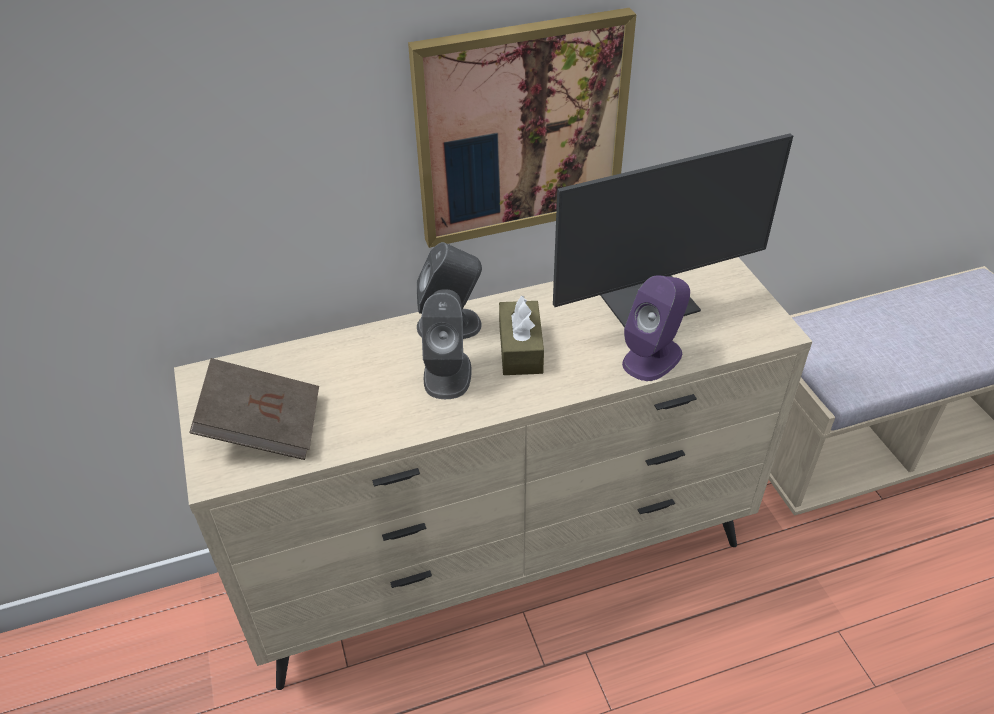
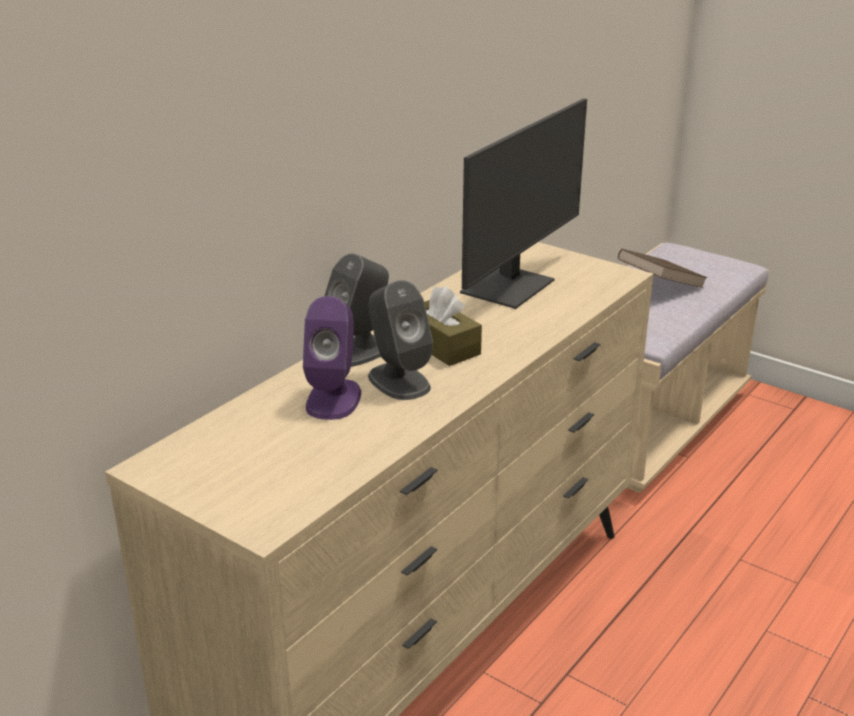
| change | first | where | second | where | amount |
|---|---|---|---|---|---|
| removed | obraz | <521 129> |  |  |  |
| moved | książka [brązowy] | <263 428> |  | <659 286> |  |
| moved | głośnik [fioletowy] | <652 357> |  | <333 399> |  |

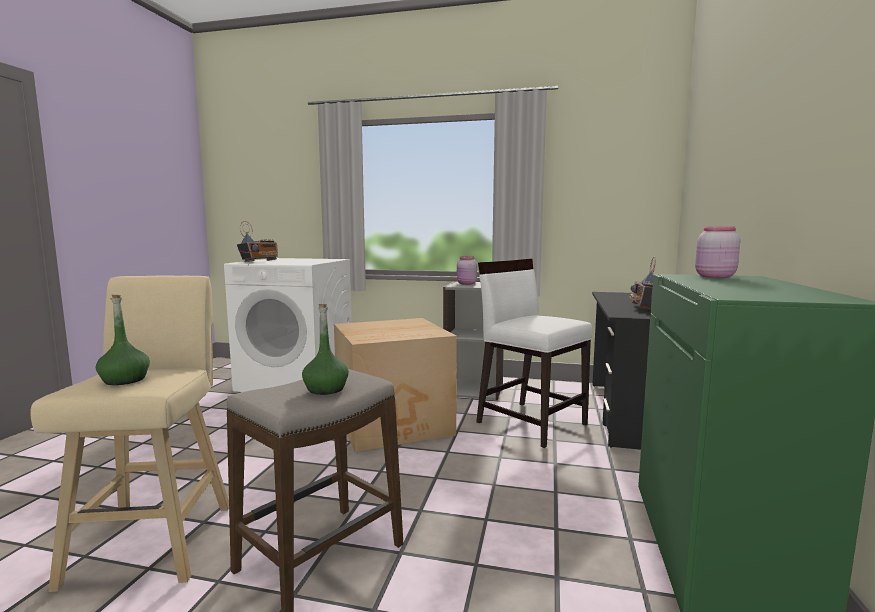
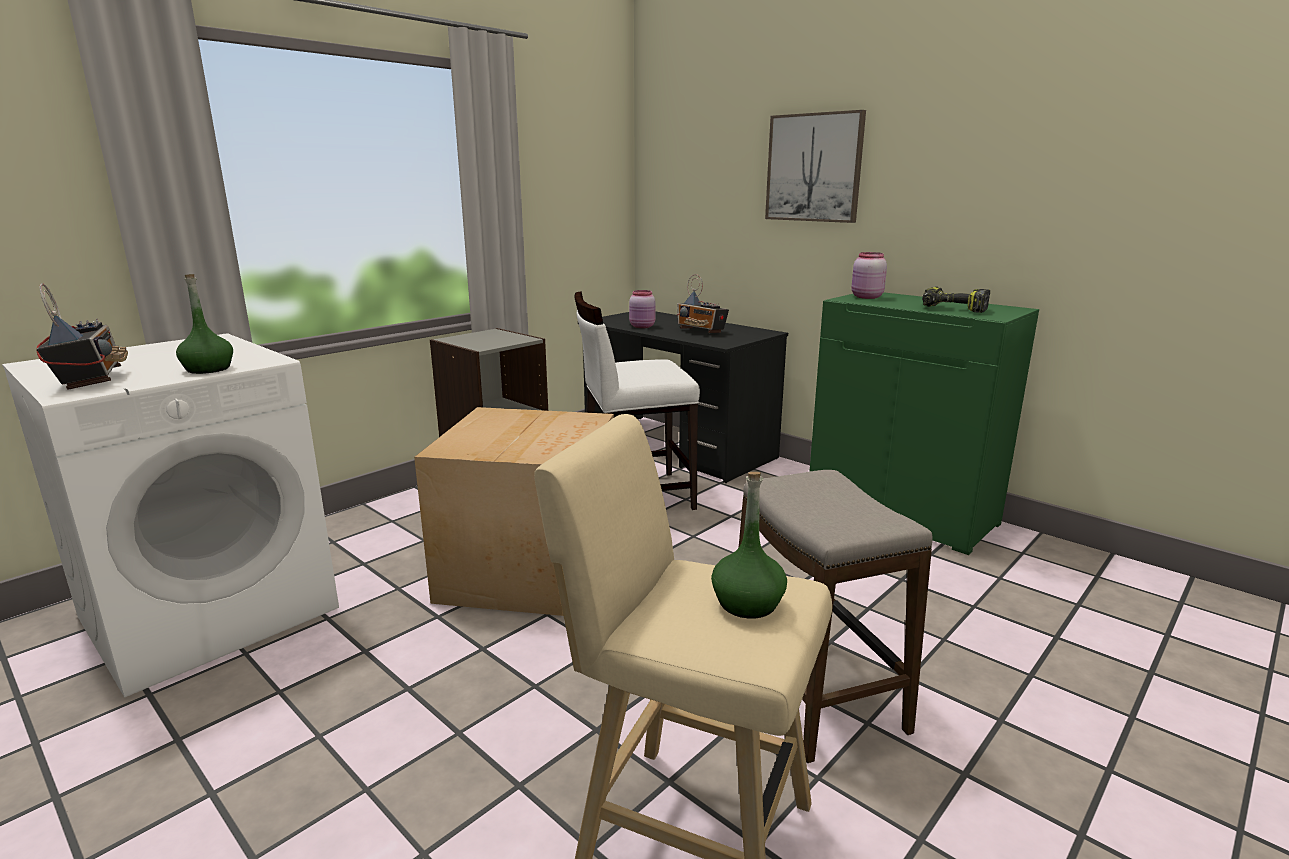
| change | first | where | second | where | amount |
|---|---|---|---|---|---|
| added |  |  | obraz | <814 168> |  |
| added |  |  | wiertarka | <952 309> |  |
| moved | butelka [zielony] | <326 389> |  | <208 369> |  |
| moved | słoik [różowy] | <466 284> |  | <642 326> |  |

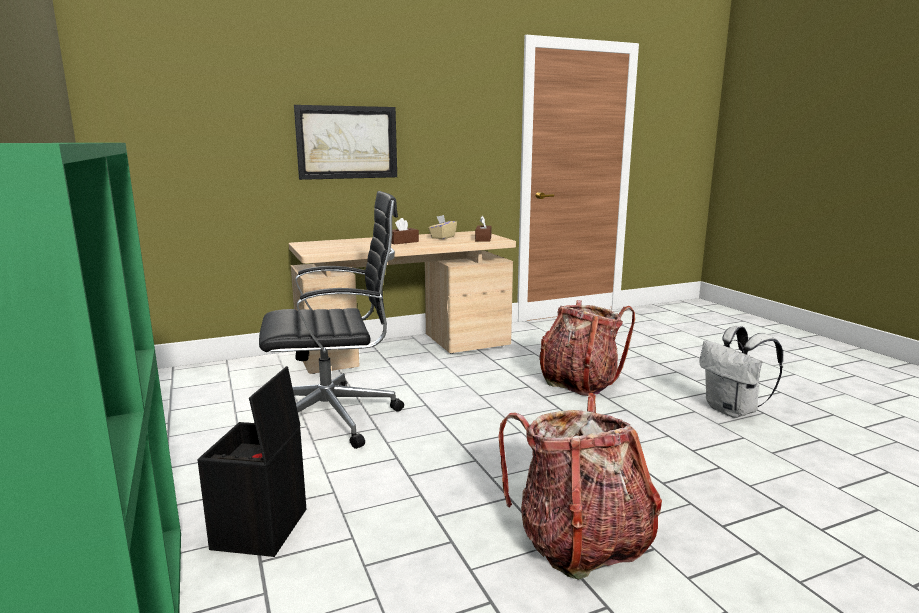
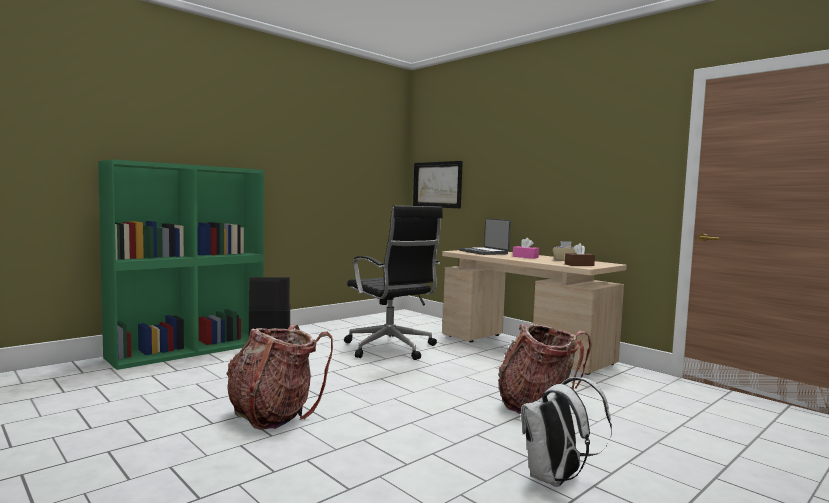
| change | first | where | second | where | amount |
|---|---|---|---|---|---|
| added |  |  | laptop | <484 252> |  |
| moved | obraz | <347 142> |  | <437 184> |  |
| recoloured | pudełko chusteczek [brązowy] | <403 242> | pudełko chusteczek [różowy] | <525 257> |  |

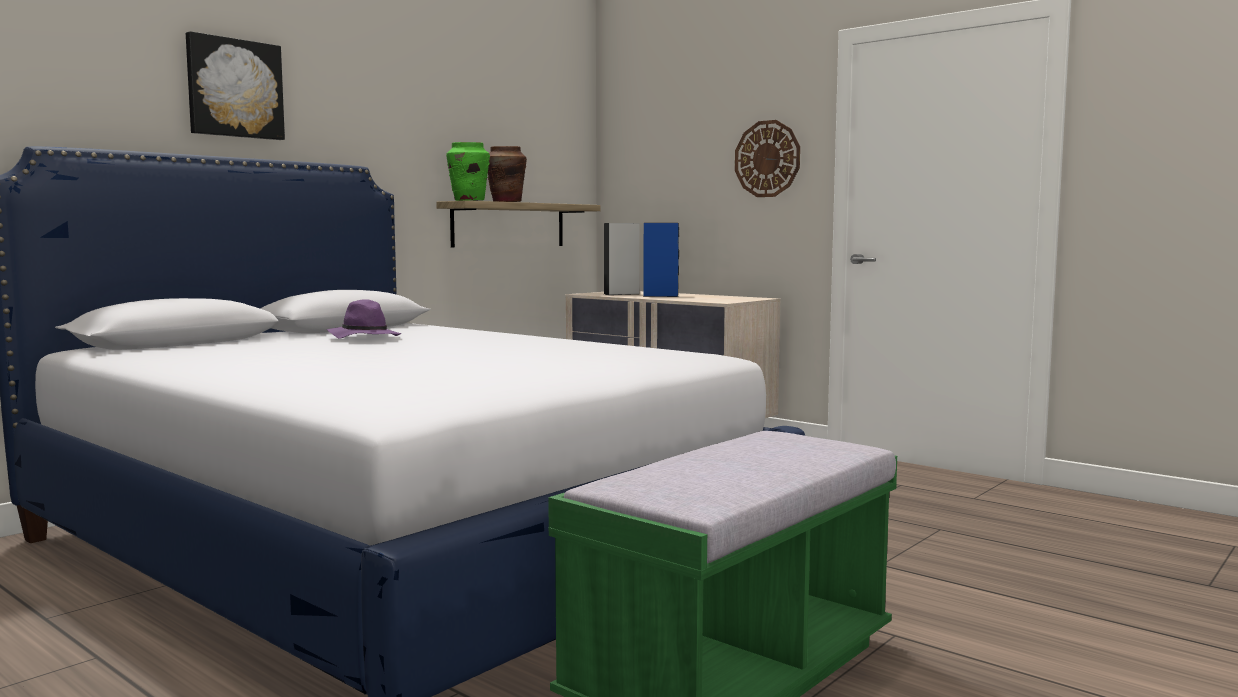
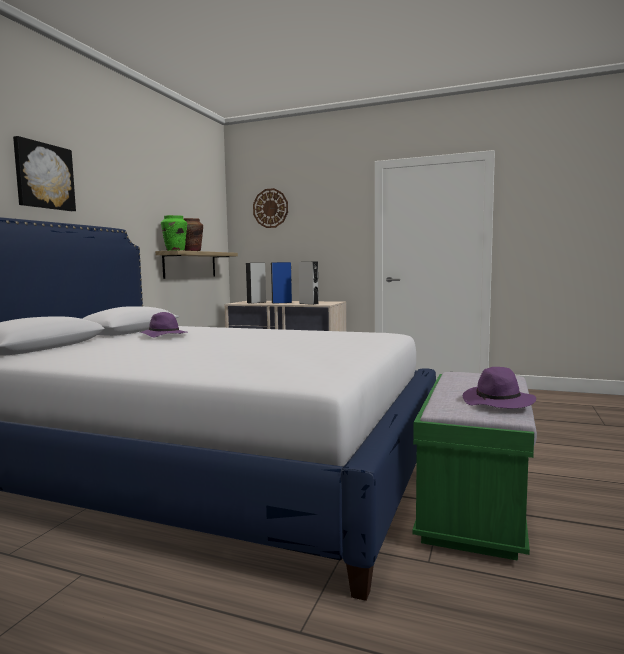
| change | first | where | second | where | amount |
|---|---|---|---|---|---|
| added |  |  | głośnik [szary] | <308 303> |  |
| added |  |  | kapelusz [fioletowy] | <498 402> |  |
| moved | zegar ścienny | <767 159> |  | <270 208> |  |

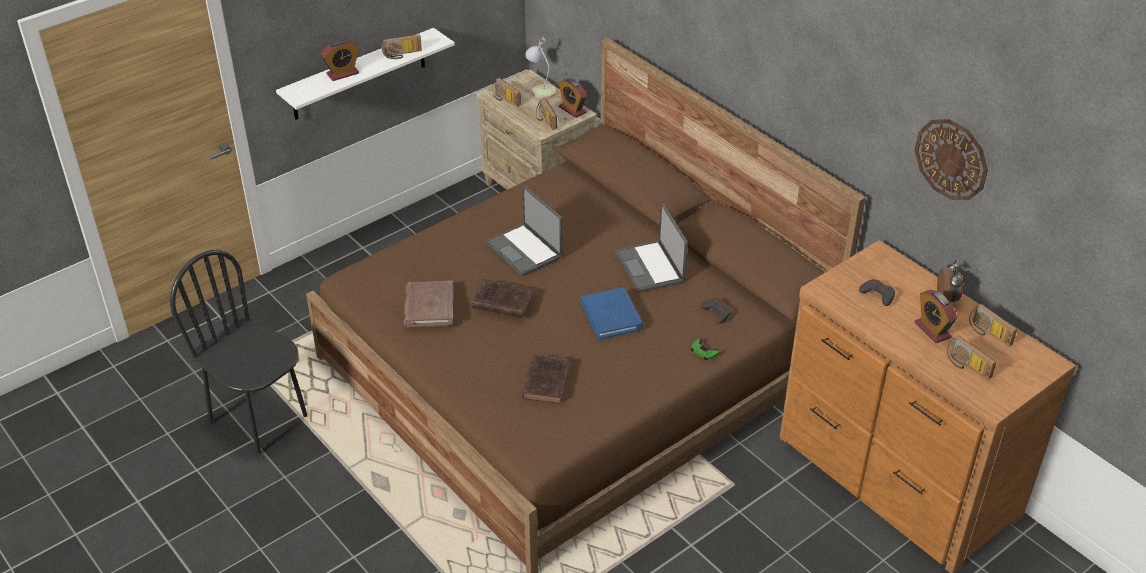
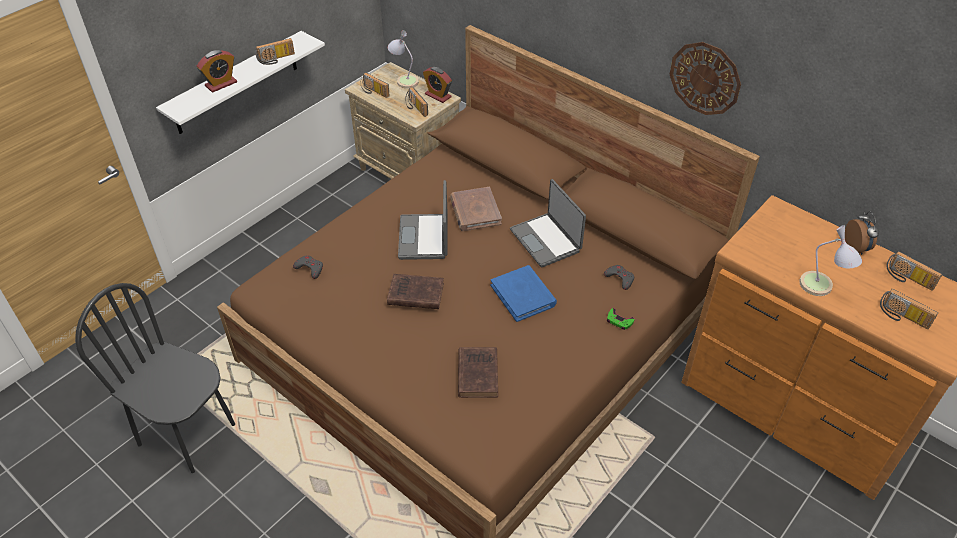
| change | first | where | second | where | amount |
|---|---|---|---|---|---|
| removed | budzik | <932 330> |  |  |  |
| added |  |  | lampa stołowa | <822 288> |  |
| moved | książka [brązowy] | <429 307> |  | <475 211> |  |
| moved | pad do gier [szary] | <878 294> |  | <310 268> |  |
| moved | zegar ścienny | <951 159> |  | <705 78> |  |
| turned | laptop | <525 250> |  | <425 238> | 45 degrees clockwise |

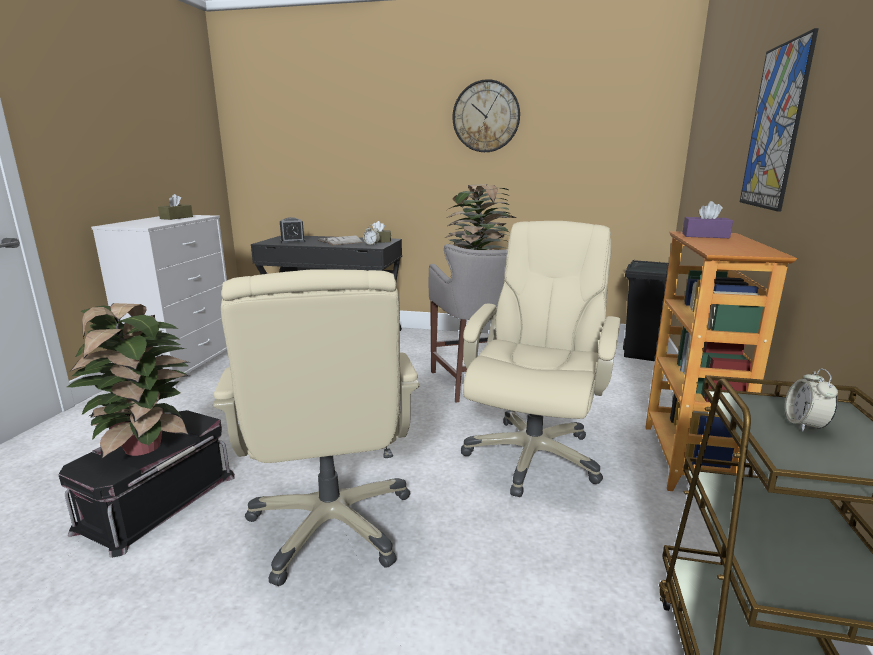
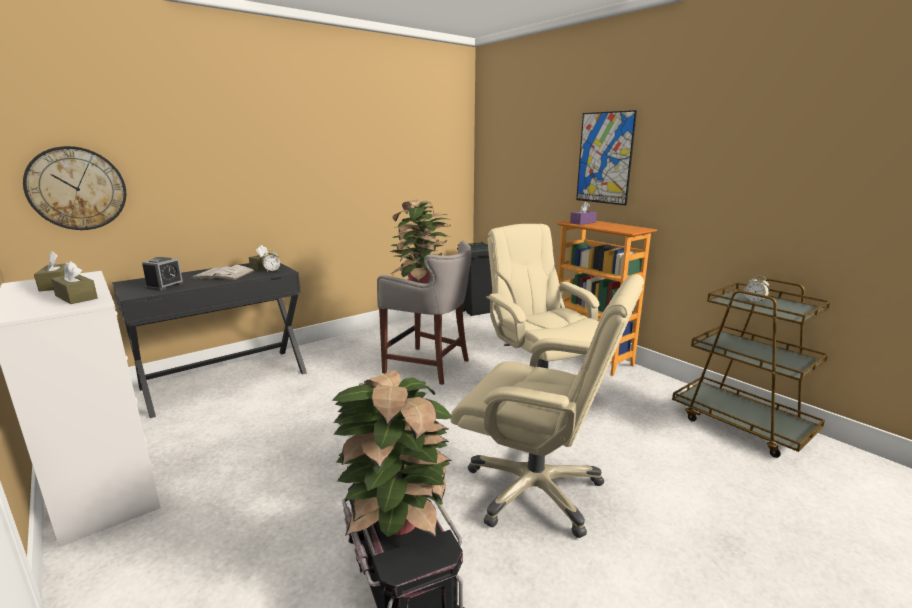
| change | first | where | second | where | amount |
|---|---|---|---|---|---|
| added |  |  | pudełko chusteczek [brązowy] | <76 297> |  |
| moved | zegar ścienny | <486 116> |  | <77 188> |  |

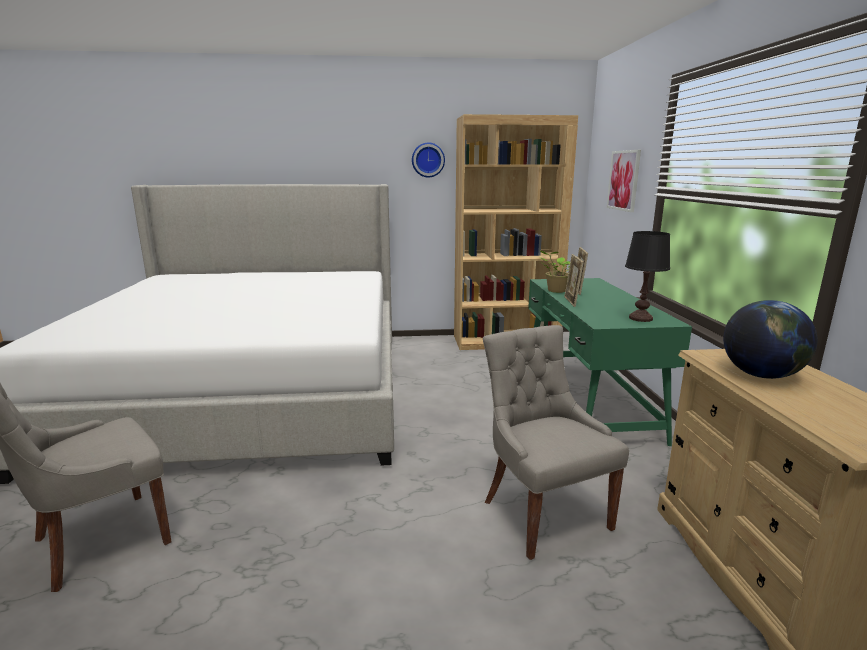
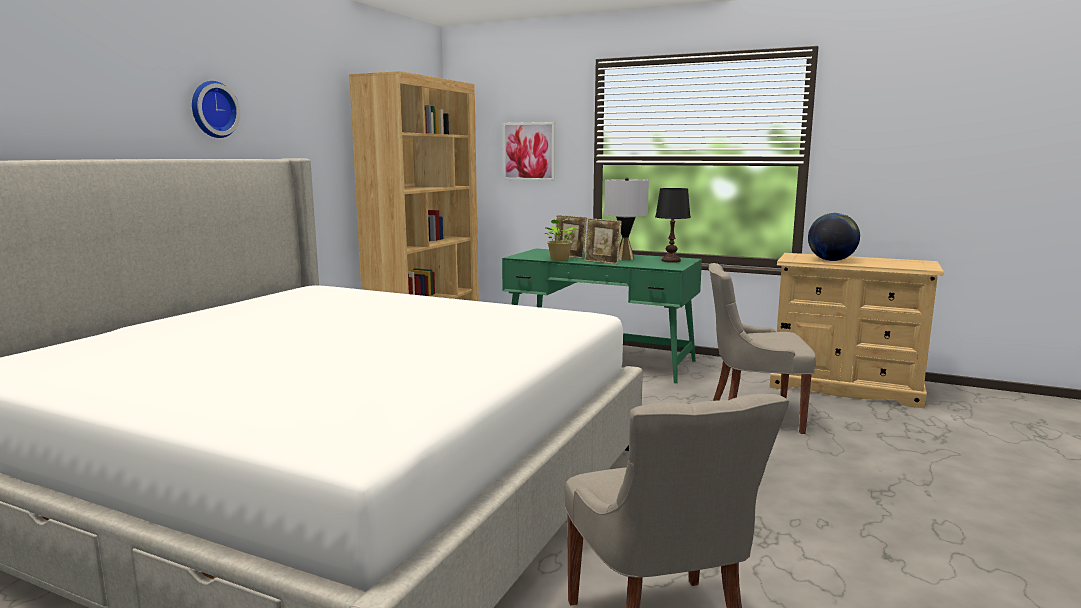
| change | first | where | second | where | amount |
|---|---|---|---|---|---|
| added |  |  | lampa stołowa [szary] | <624 258> |  |
| moved | zegar ścienny | <428 160> |  | <212 109> |  |

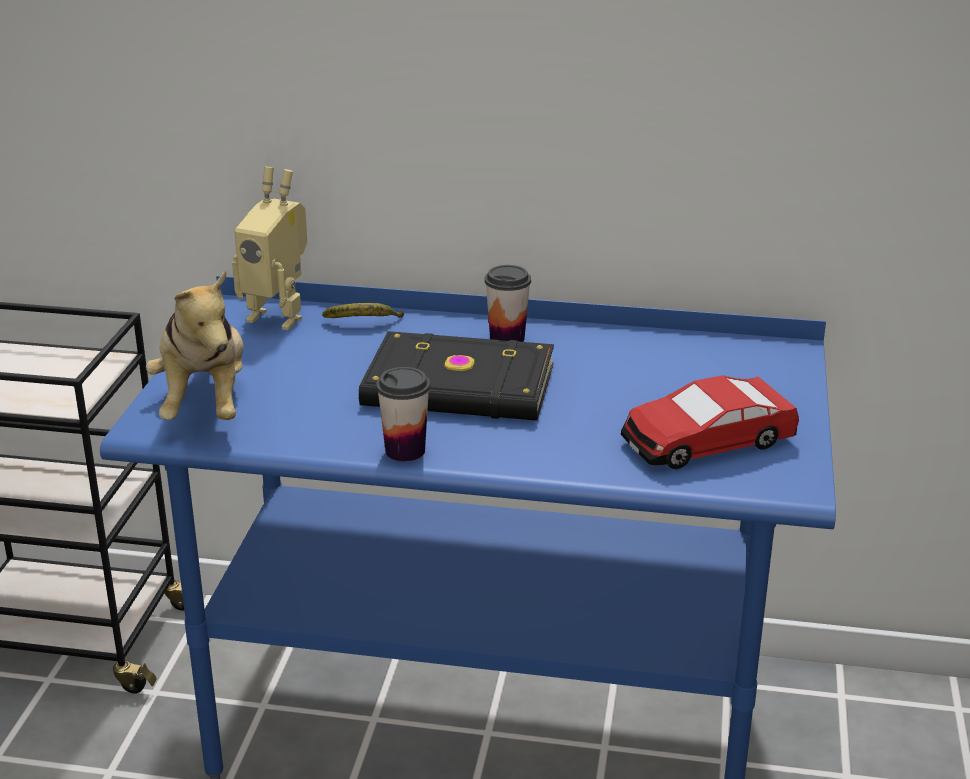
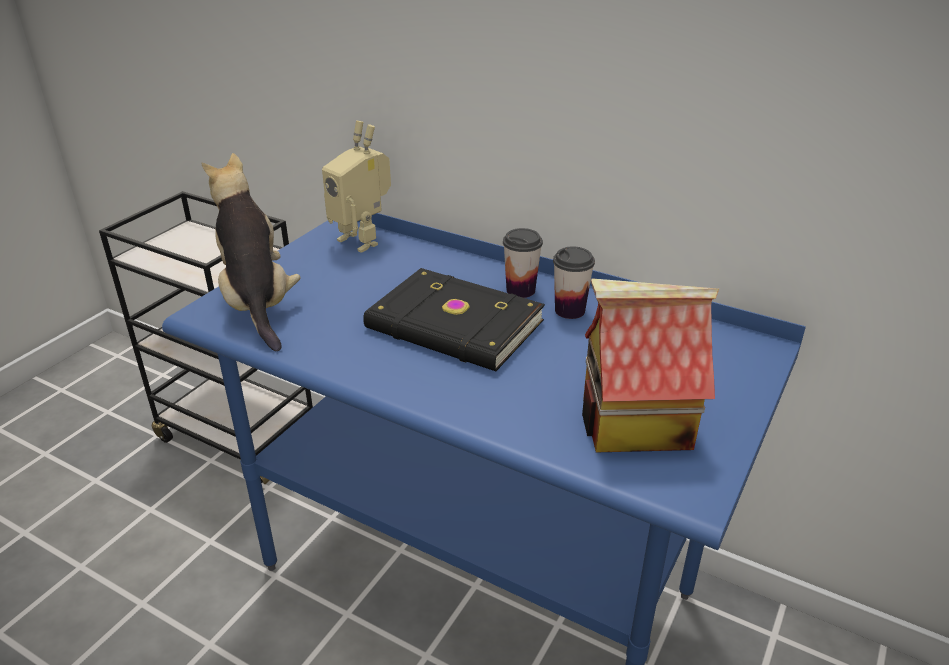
| change | first | where | second | where | amount |
|---|---|---|---|---|---|
| removed | banan | <364 323> |  |  |  |
| moved | filiżanka | <405 451> |  | <569 310> |  |
| replaced | samochodzik | <707 441> | domek | <634 425> |  |
| turned | pluszak | <205 403> |  | <257 302> | 150 degrees clockwise |

